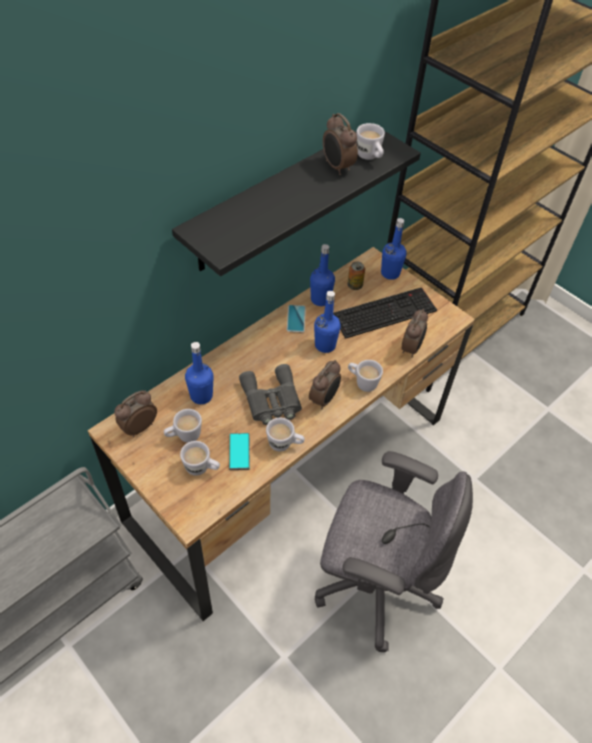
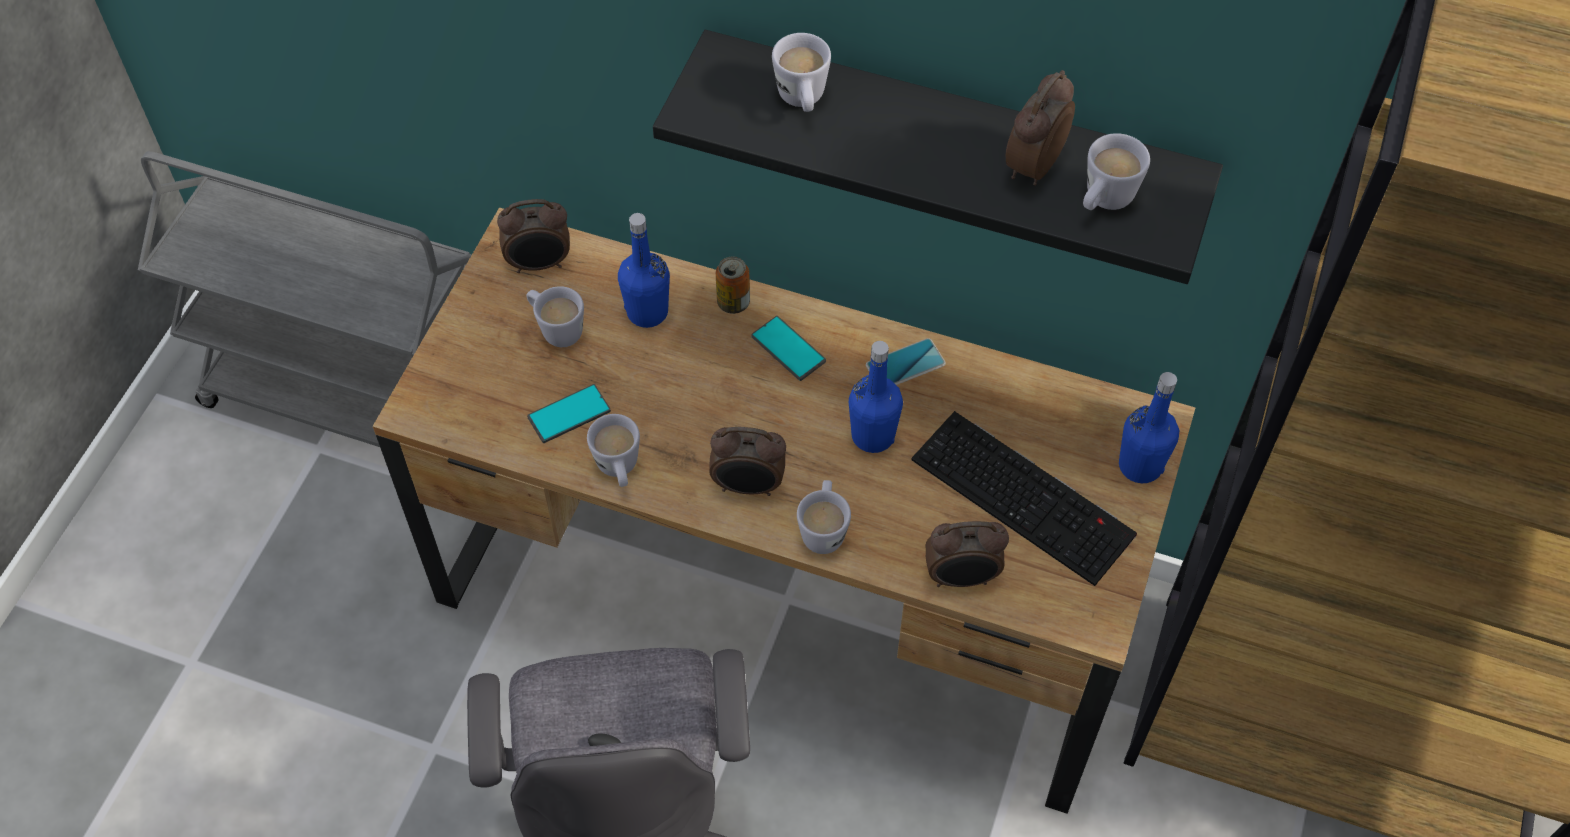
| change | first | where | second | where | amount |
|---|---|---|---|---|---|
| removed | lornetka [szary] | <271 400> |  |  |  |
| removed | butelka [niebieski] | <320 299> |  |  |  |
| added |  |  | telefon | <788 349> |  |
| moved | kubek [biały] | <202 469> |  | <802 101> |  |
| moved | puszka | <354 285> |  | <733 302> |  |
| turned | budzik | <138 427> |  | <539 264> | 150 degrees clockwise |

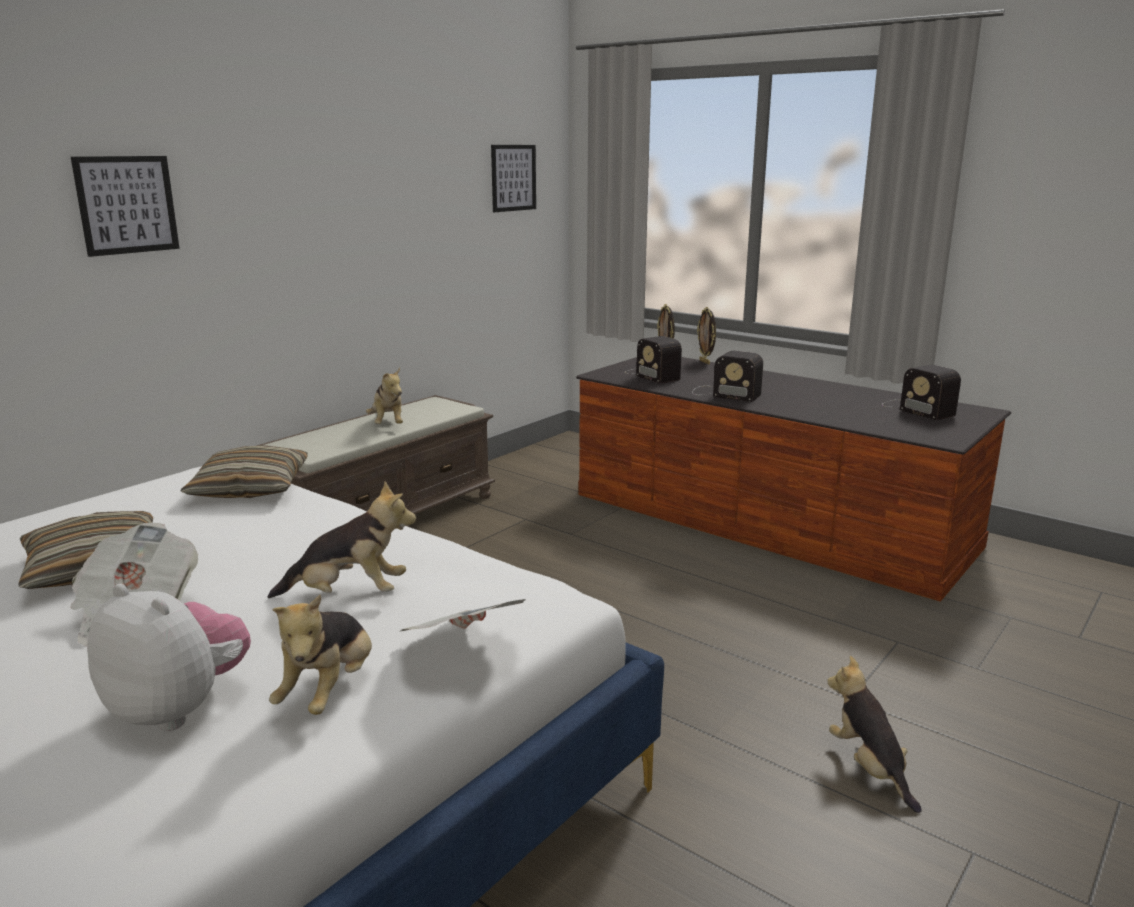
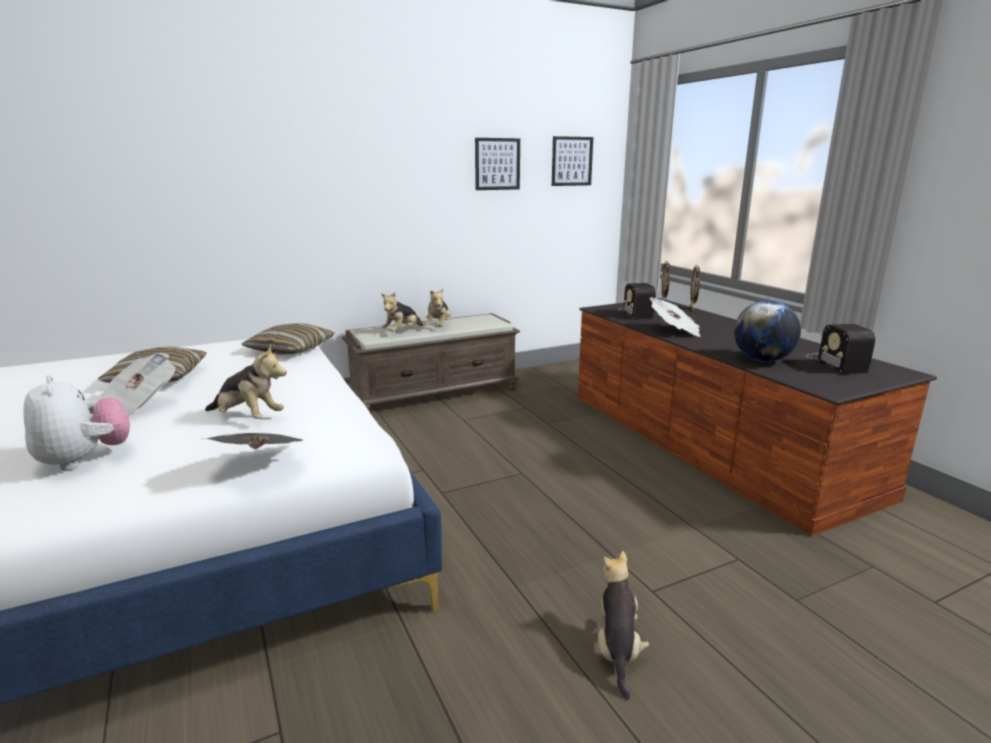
| change | first | where | second | where | amount |
|---|---|---|---|---|---|
| added |  |  | globus | <762 360> |  |
| moved | obraz | <127 205> |  | <497 164> |  |
| moved | pluszak | <329 691> |  | <402 332> |  |
| replaced | radio | <723 393> | gazeta | <675 331> |  |

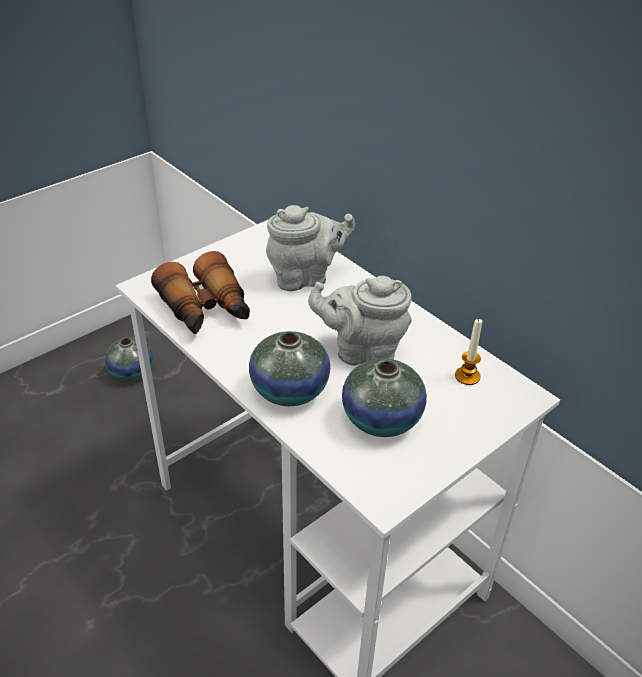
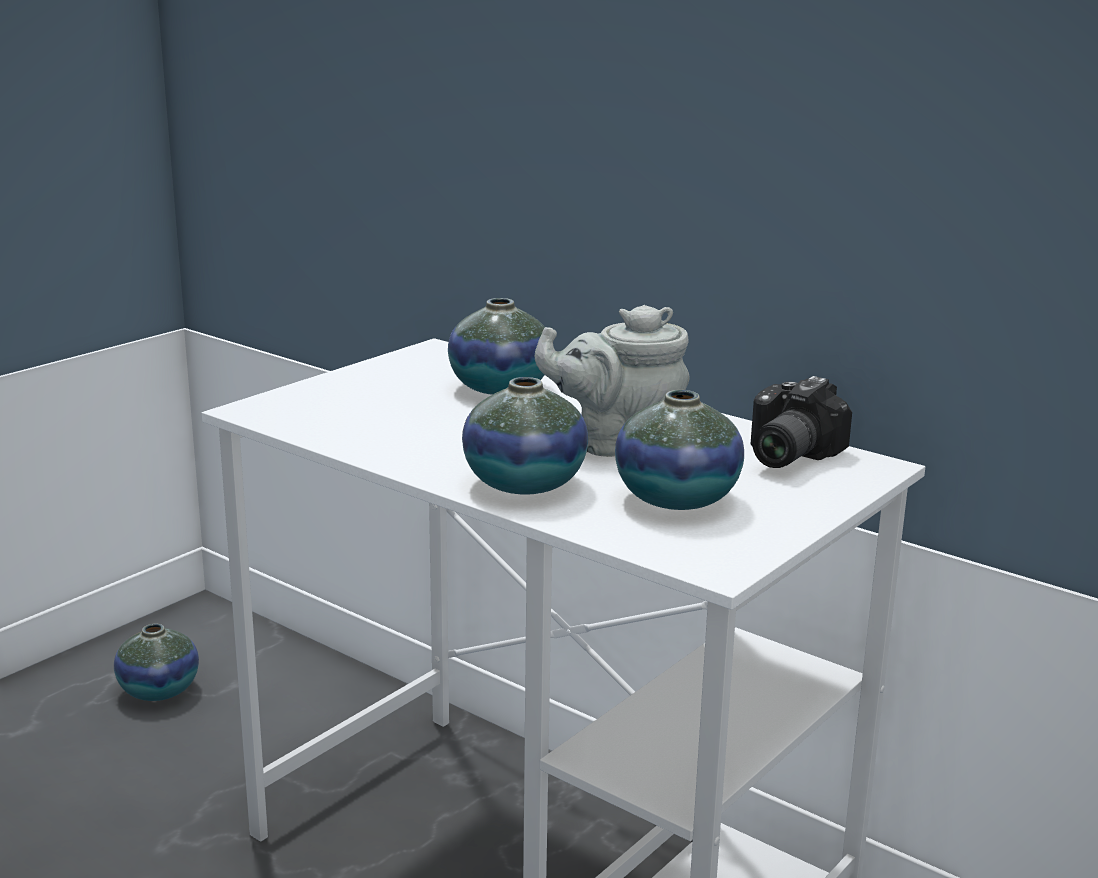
| change | first | where | second | where | amount |
|---|---|---|---|---|---|
| removed | lornetka | <206 310> |  |  |  |
| replaced | imbryk [szary] | <305 277> | wazon | <500 388> |  |
| replaced | świeca | <467 376> | aparat fotograficzny | <783 455> |  |

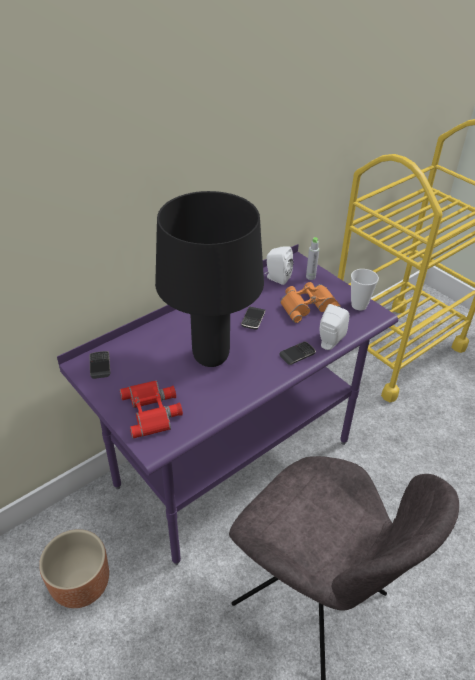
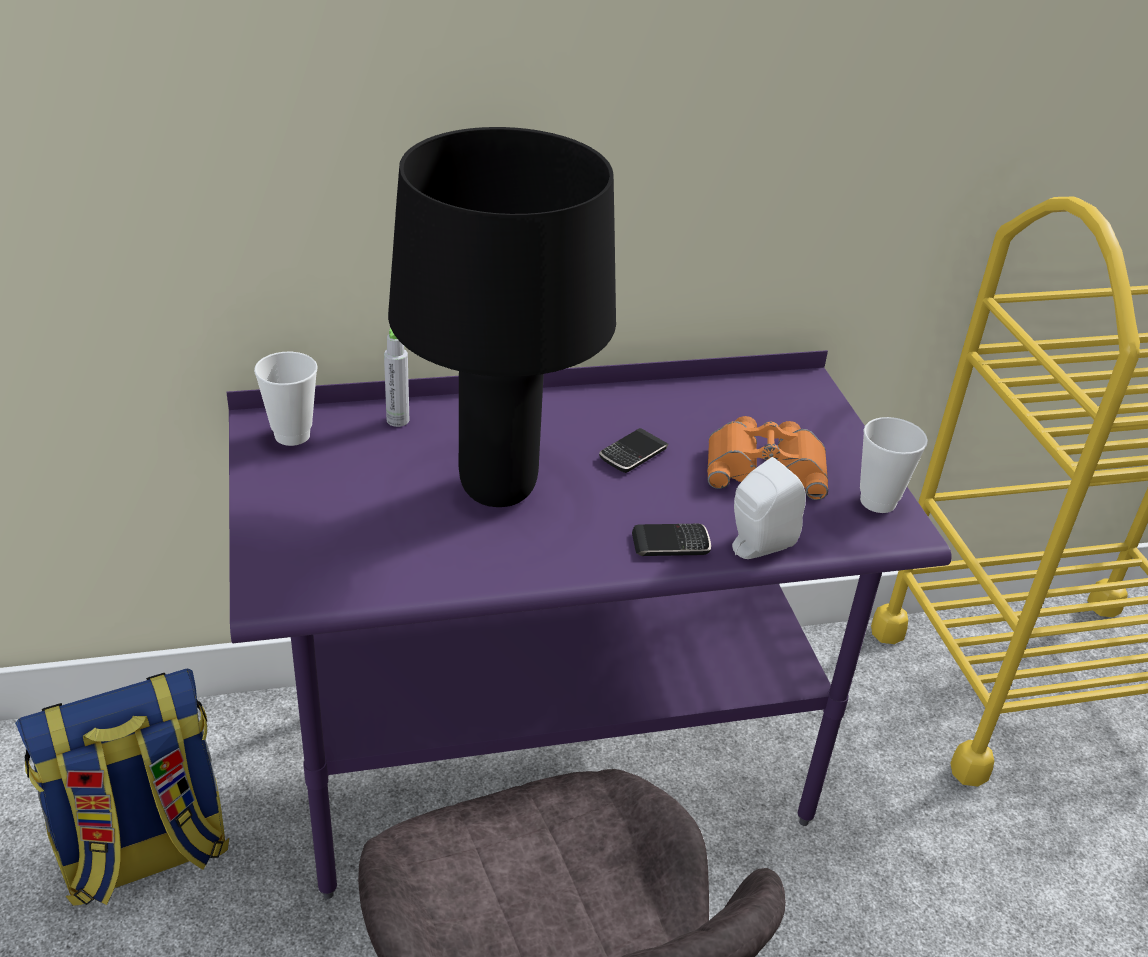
| change | first | where | second | where | amount |
|---|---|---|---|---|---|
| removed | lornetka [czerwony] | <153 411> |  |  |  |
| removed | głośnik [biały] | <276 278> |  |  |  |
| moved | butelka [szary] | <310 277> |  | <398 420> |  |
| replaced | donica [brązowy] | <81 586> | plecak | <144 854> |  |
| replaced | telefon | <100 366> | filiżanka | <292 435> |  |

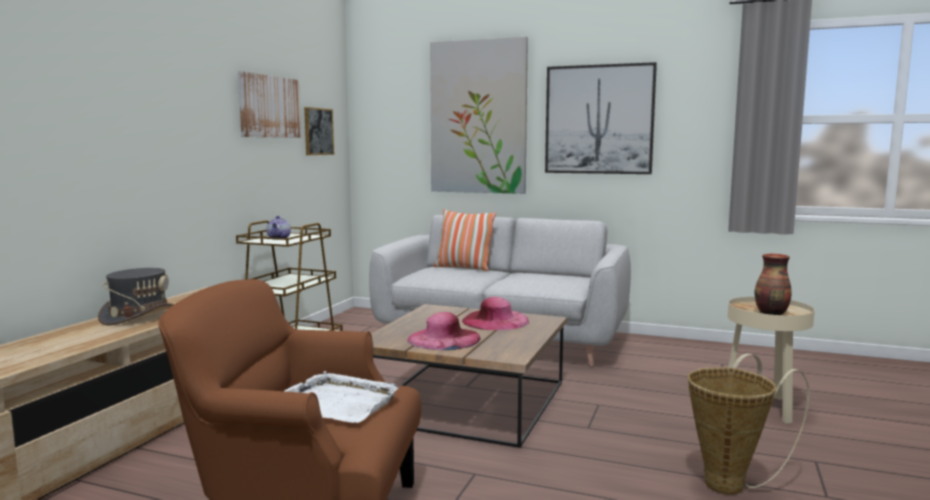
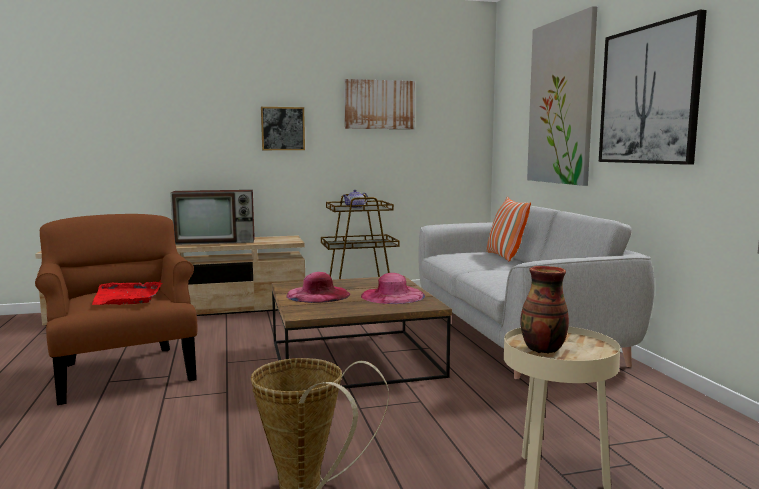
| change | first | where | second | where | amount |
|---|---|---|---|---|---|
| moved | obraz | <318 131> |  | <283 128> |  |
| replaced | kapelusz [szary] | <139 316> | telewizor | <217 241> |  |
| recoloured | taca [biały] | <336 402> | taca [czerwony] | <127 296> |  |

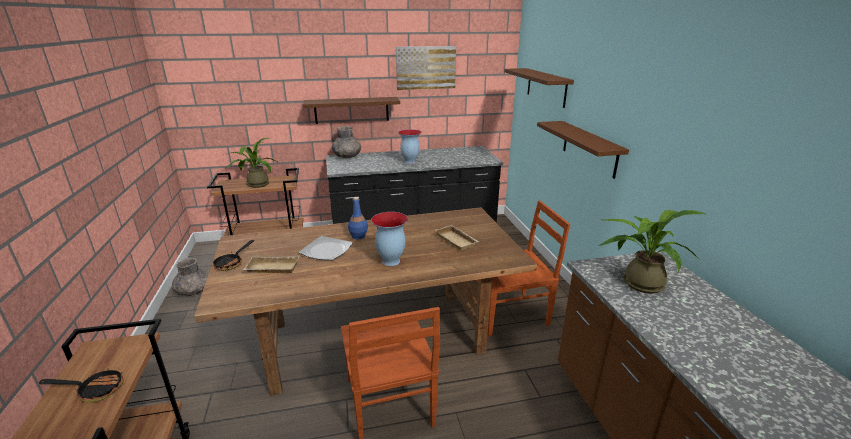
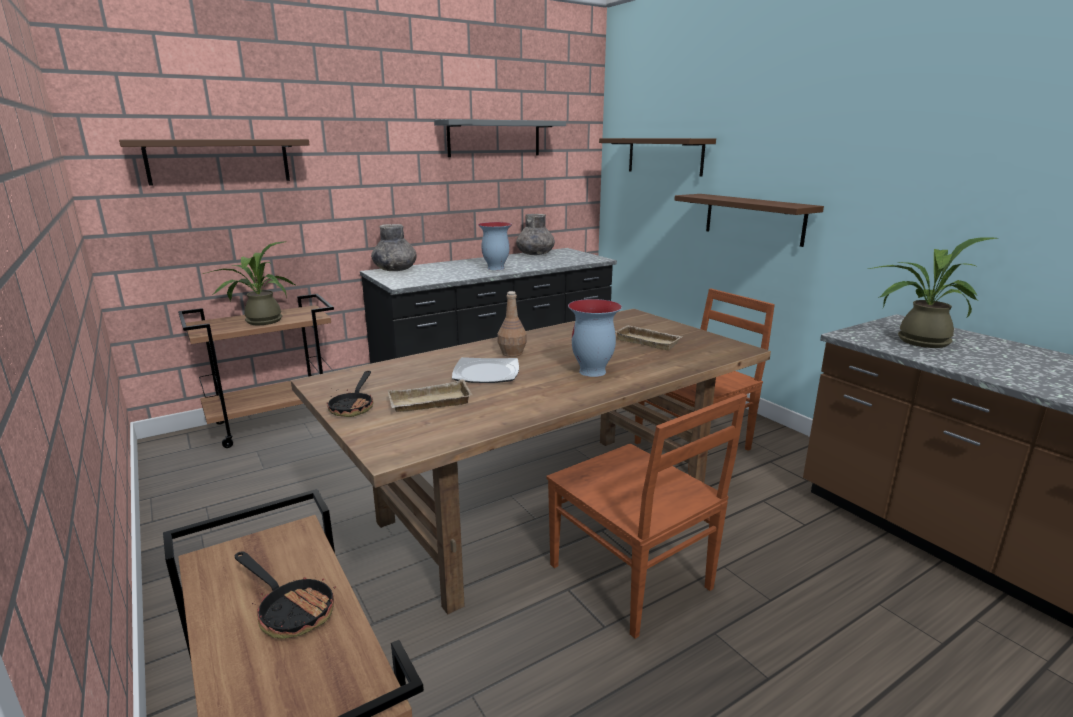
| change | first | where | second | where | amount |
|---|---|---|---|---|---|
| moved | wazon [szary] | <193 291> |  | <535 254> |  |
| moved | półka [brązowy] | <351 110> |  | <219 161> |  |
| replaced | obraz | <425 67> | półka [szary] | <494 138> |  |
| recoloured | butelka [niebieski] | <358 236> | butelka [brązowy] | <511 353> |  |
| turned | patelnia | <95 390> |  | <290 610> | 60 degrees clockwise |

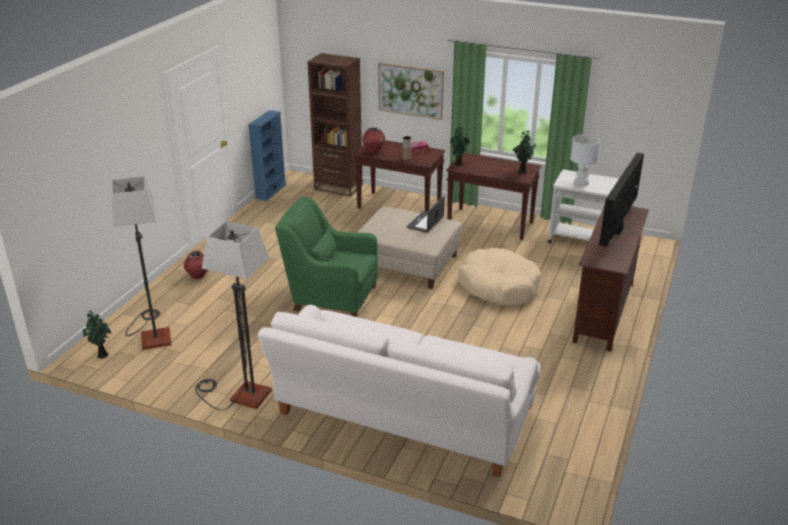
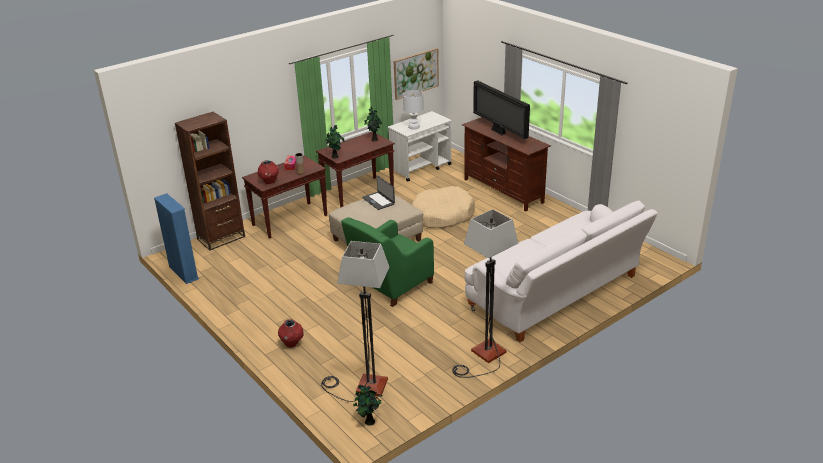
| change | first | where | second | where | amount |
|---|---|---|---|---|---|
| moved | obraz | <411 90> |  | <416 73> |  |

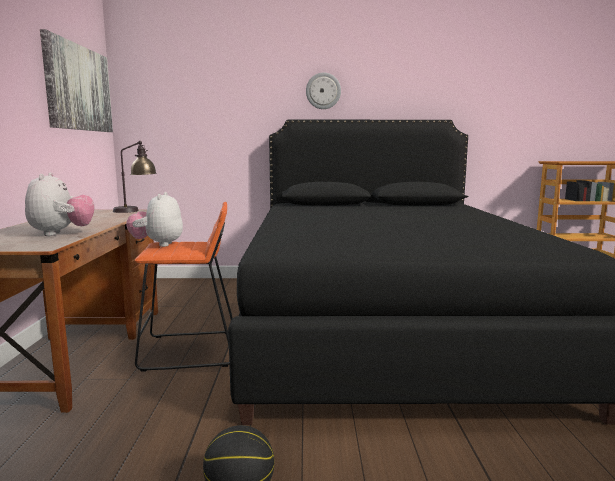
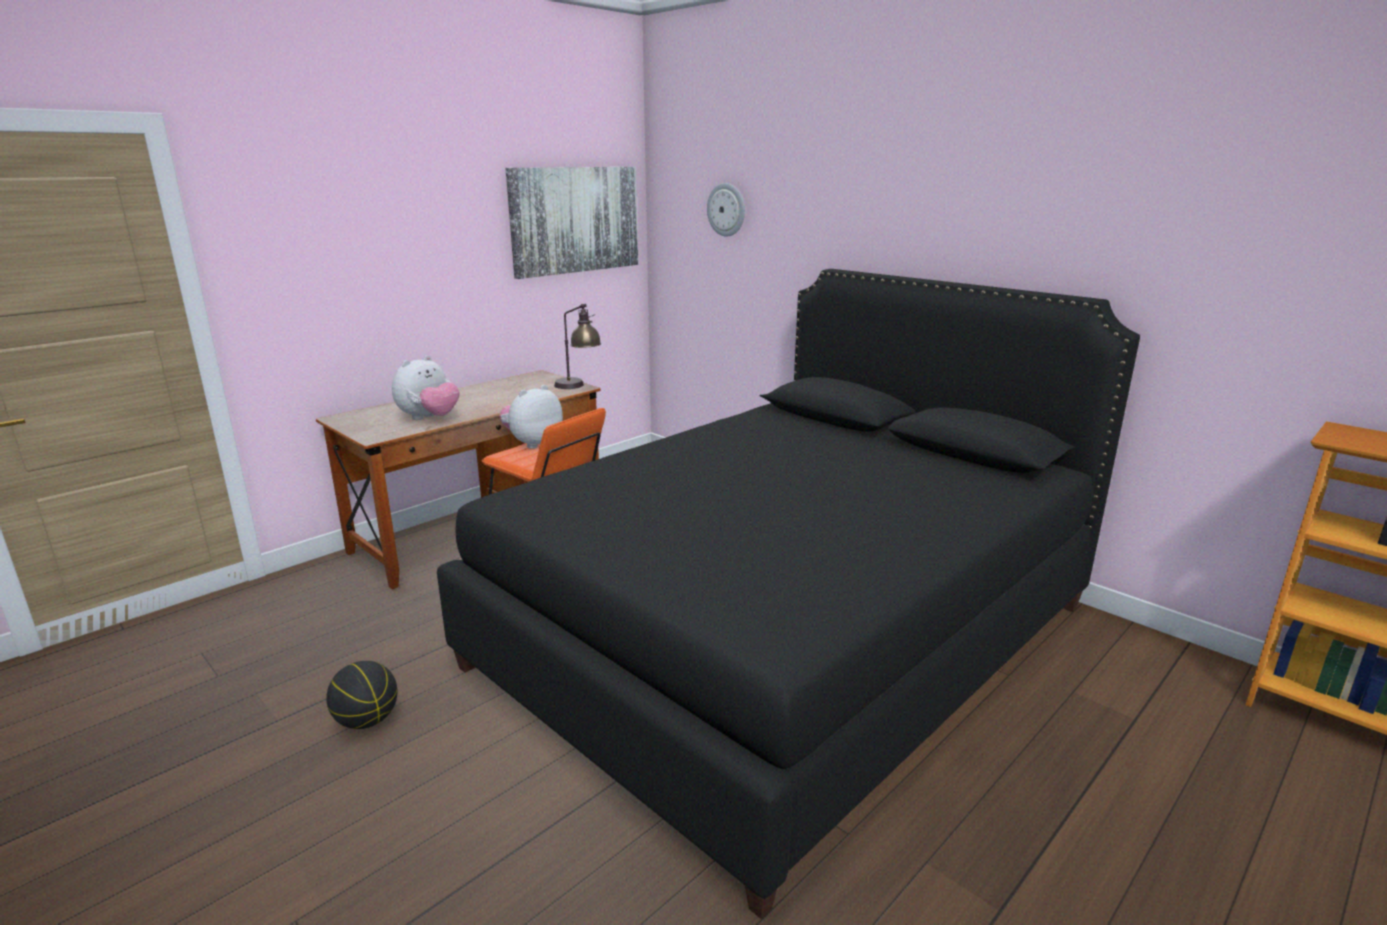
| change | first | where | second | where | amount |
|---|---|---|---|---|---|
| moved | zegar ścienny | <323 91> |  | <726 209> |  |

